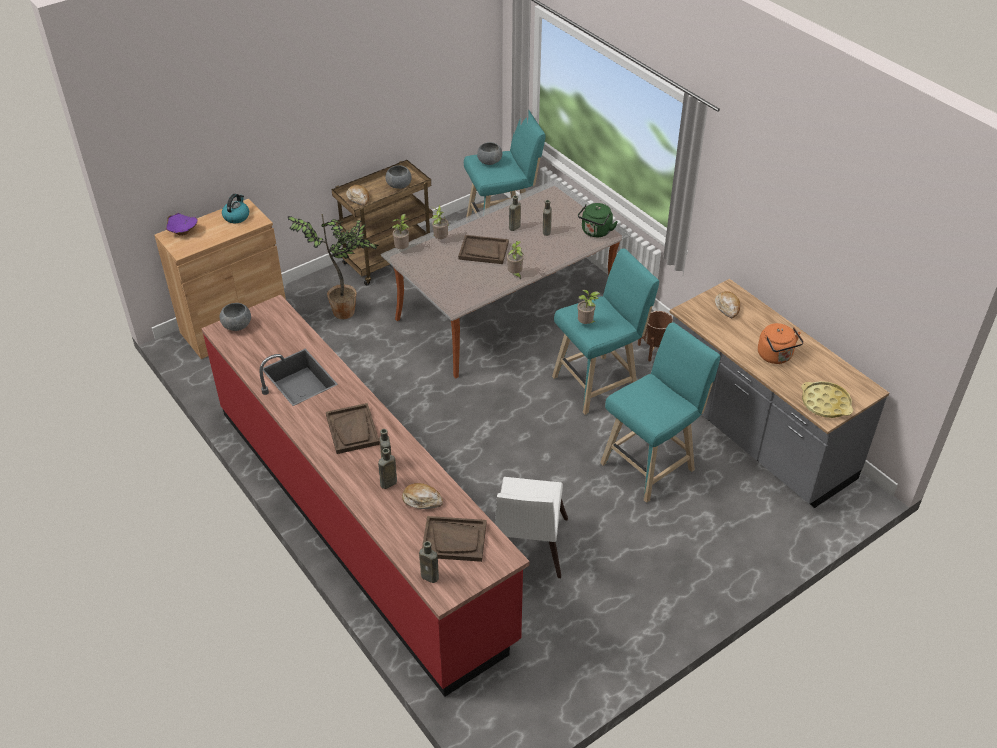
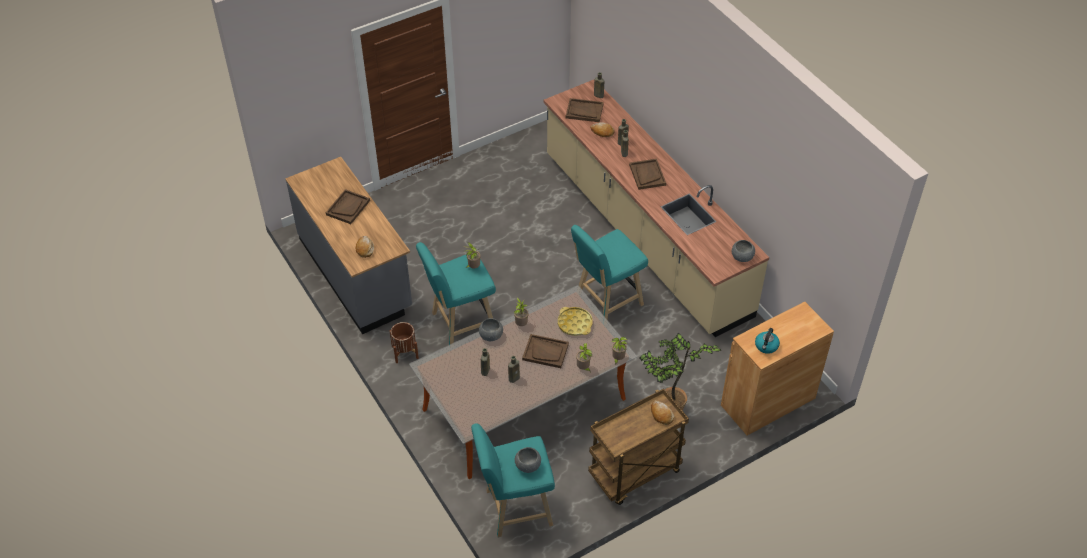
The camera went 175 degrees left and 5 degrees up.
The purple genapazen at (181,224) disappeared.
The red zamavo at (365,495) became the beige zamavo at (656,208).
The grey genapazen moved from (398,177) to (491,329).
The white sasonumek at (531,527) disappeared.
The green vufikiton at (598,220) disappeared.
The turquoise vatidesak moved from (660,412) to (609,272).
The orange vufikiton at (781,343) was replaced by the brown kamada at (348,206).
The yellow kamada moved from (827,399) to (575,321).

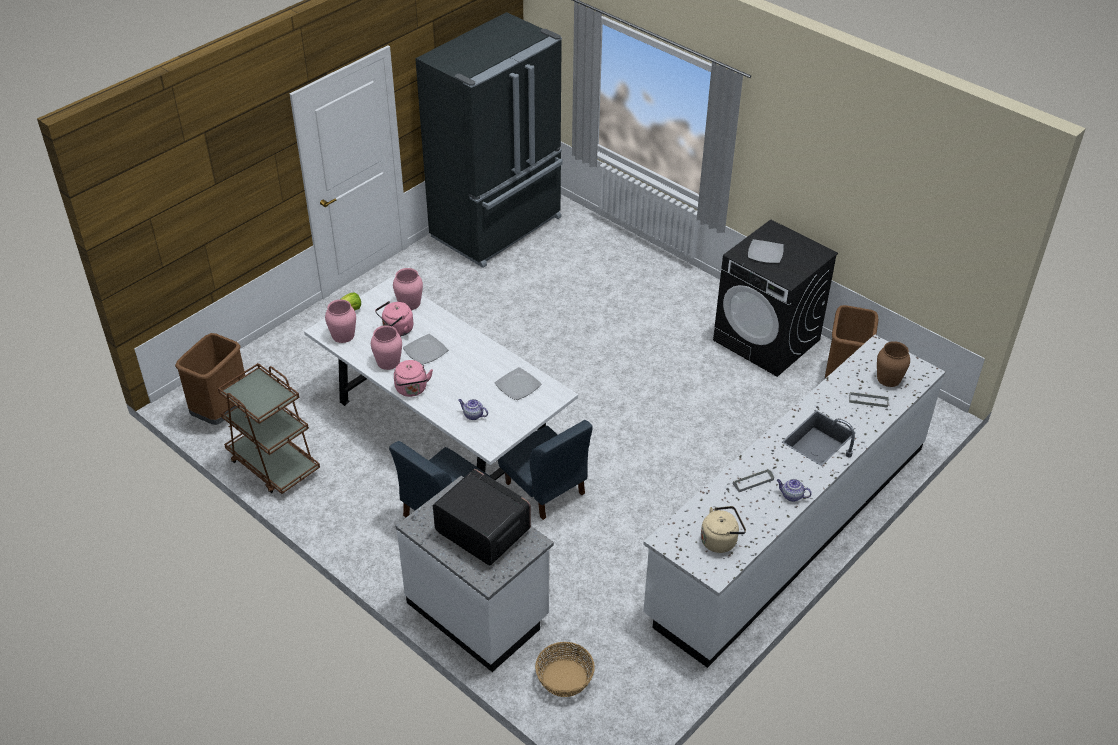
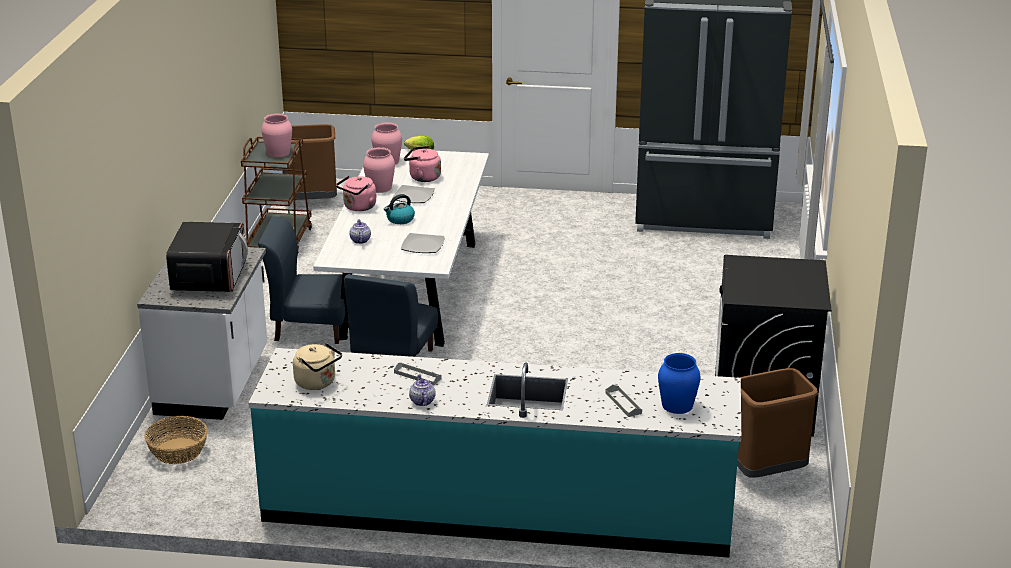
The camera went 55 degrees right and 15 degrees down.
The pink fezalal moved from (408,289) to (276,135).
The white zamavo at (794,501) became the turquoise zamavo at (494,453).
The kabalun at (766,251) disappeared.
The brown fezalal at (893,364) became the blue fezalal at (679,383).
The vufikiton at (399,209) appeared.

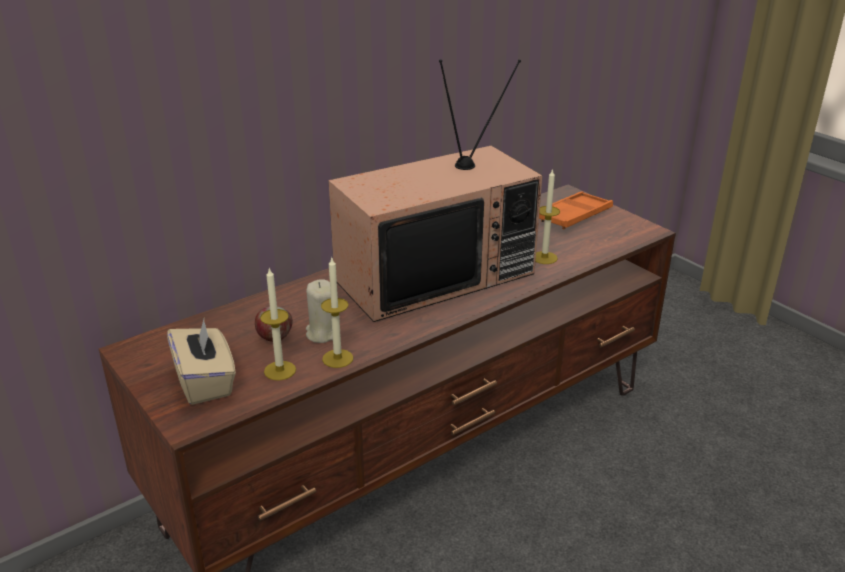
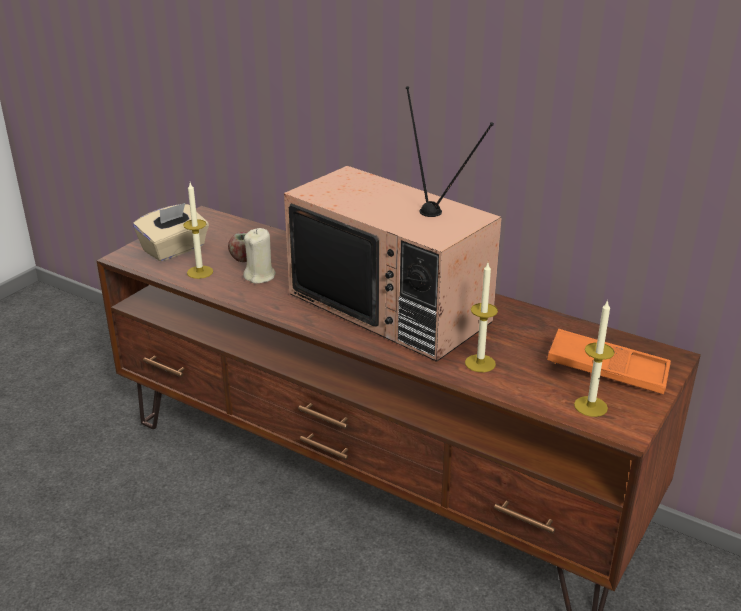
The camera went 70 degrees right and 0 degrees up.
The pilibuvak moved from (337,312) to (594,358).

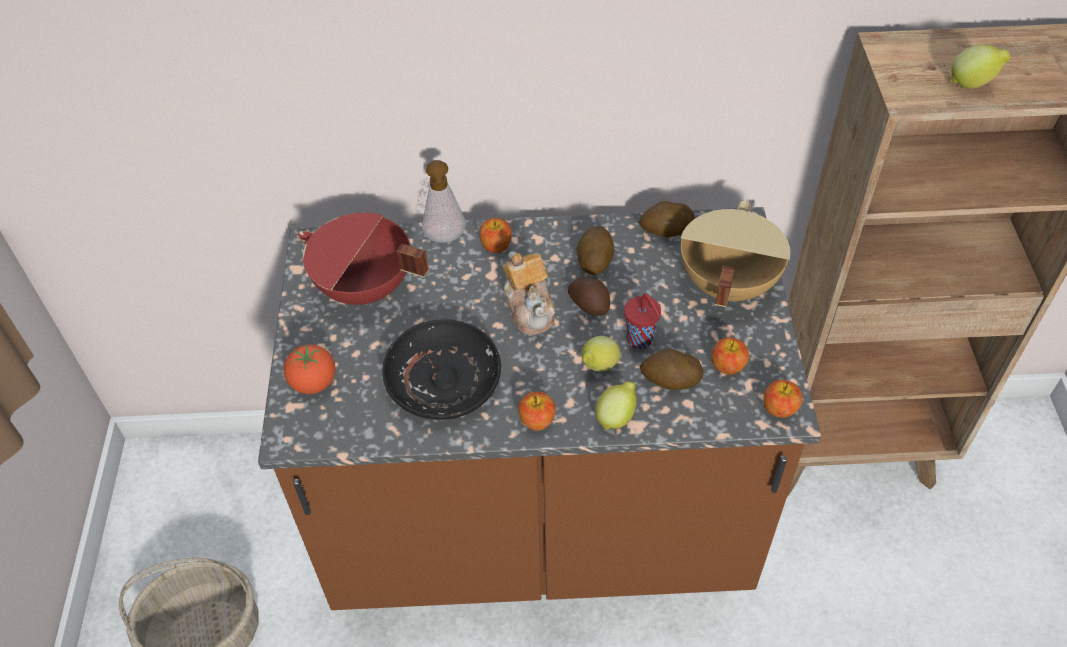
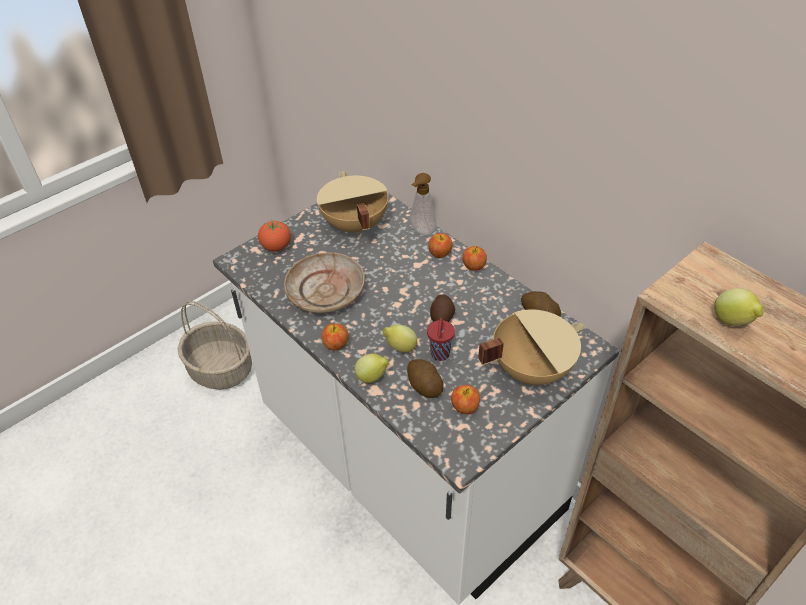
The camera went 50 degrees right and 5 degrees down.
The brown zamavo at (539,408) became the white zamavo at (416,399).
The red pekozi at (363,259) became the beige pekozi at (352,203).
The black kabalun at (441,369) became the beige kabalun at (324,282).
The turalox at (529,293) disappeared.
The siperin at (595,250) disappeared.
The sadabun moved from (783,399) to (474,258).

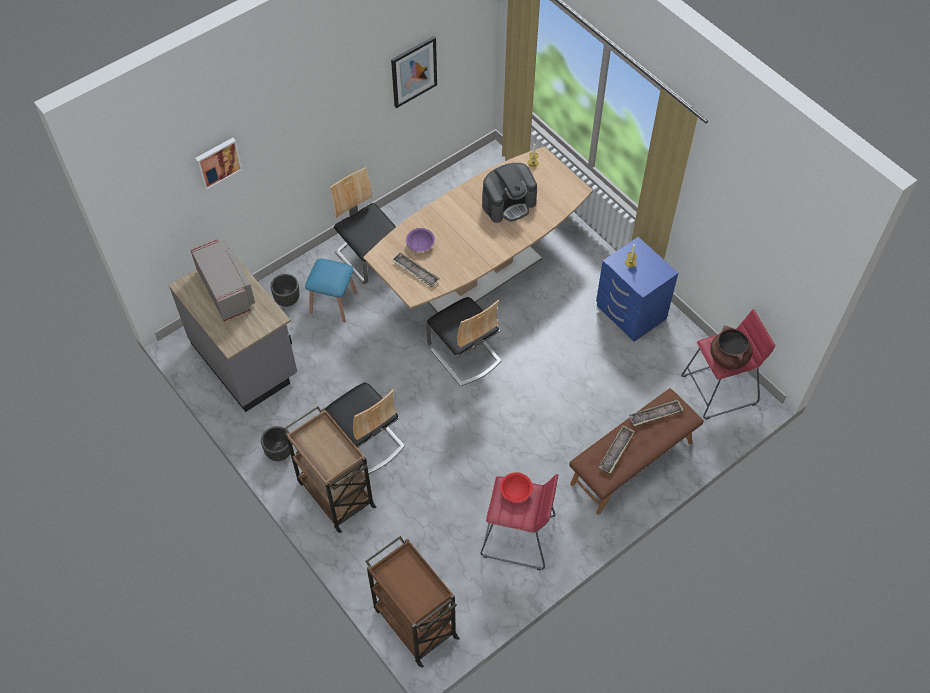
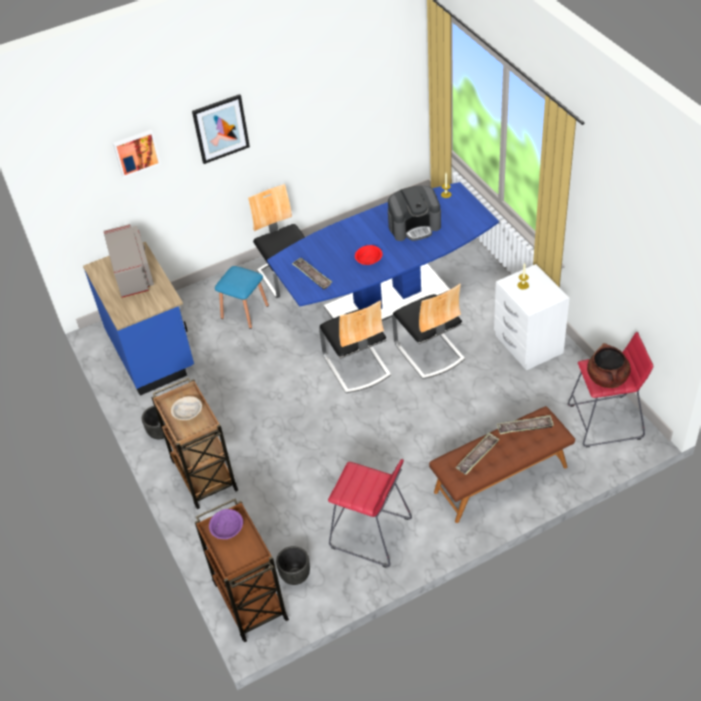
The camera went 15 degrees right and 10 degrees down.
The grey zamavo at (233,334) became the blue zamavo at (138,319).
The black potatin moved from (284,290) to (293,565).
The sasonumek moved from (365,428) to (428,331).
The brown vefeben at (478,230) became the blue vefeben at (383,251).
The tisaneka moved from (414,72) to (221,129).
The purple genapazen moved from (420,240) to (226,524).
The red genapazen moved from (516,487) to (369,255).
The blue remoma at (637,289) became the white remoma at (532,317).
The beige genapazen at (186,408) appeared.

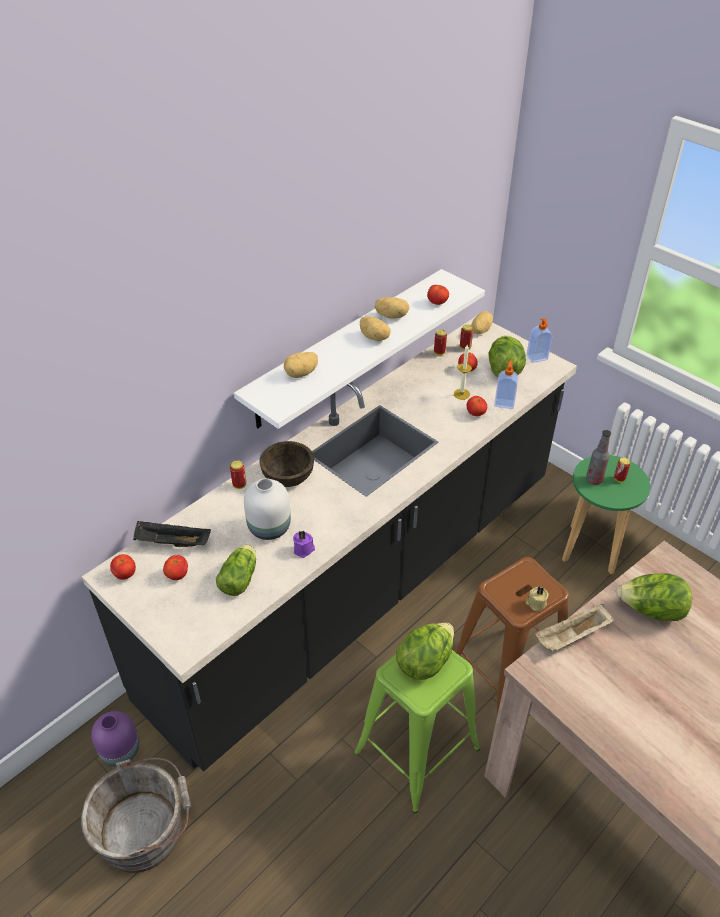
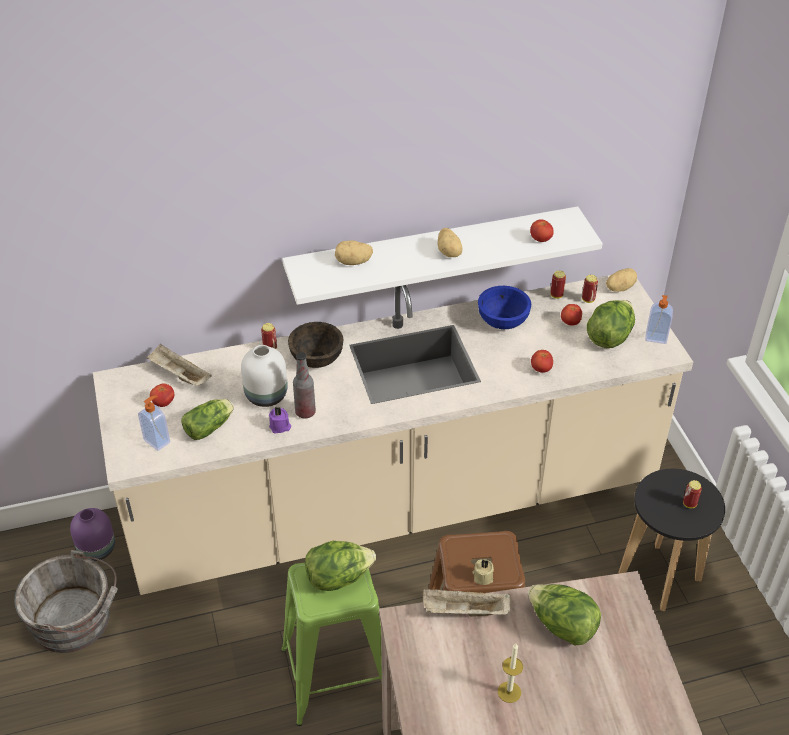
The camera went 30 degrees right and 0 degrees up.
The black zamavo at (329,544) became the beige zamavo at (393,435).
The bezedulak at (123,567) disappeared.
The black kamada at (172,534) became the beige kamada at (179,365).
The siperin at (392,308) disappeared.
The pilibuvak moved from (463,372) to (510,673).
The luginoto moved from (506,385) to (154,423).
The green vatidesak at (606,514) became the black vatidesak at (672,540).
The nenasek moved from (598,457) to (304,385).
The blue genapazen at (504,307) appeared.

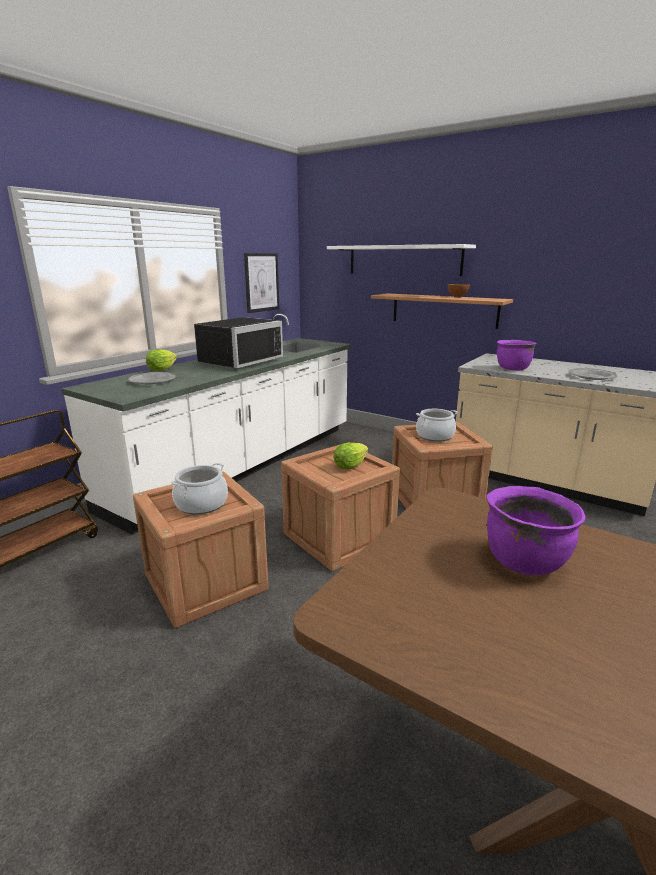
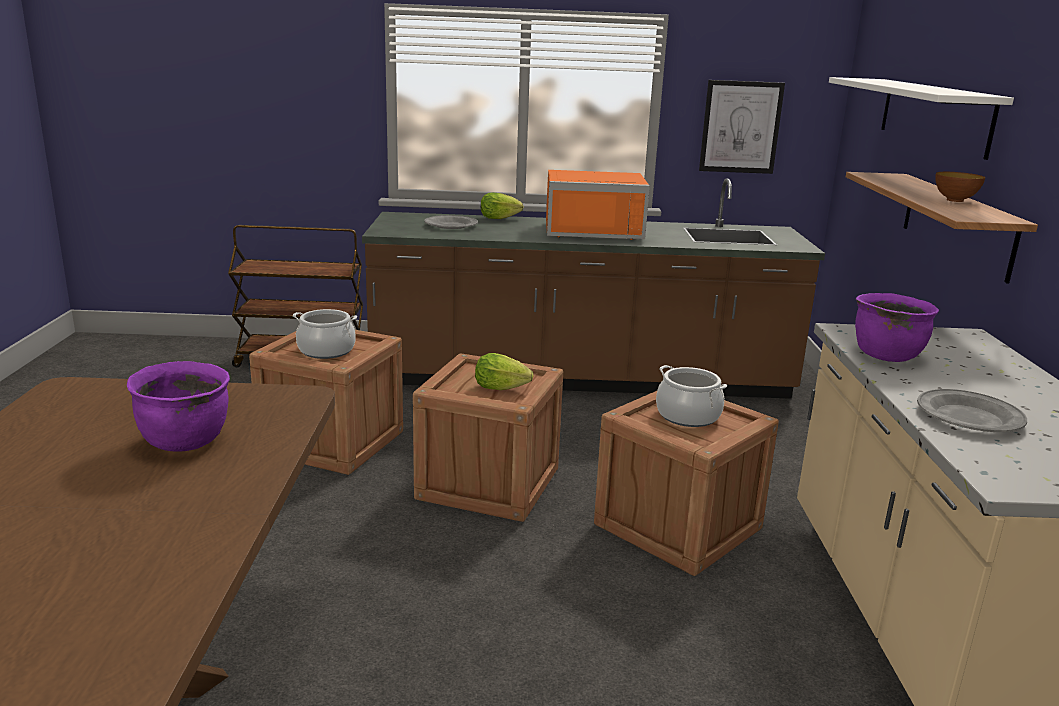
The camera went 55 degrees right and 0 degrees up.
The white zamavo at (206,424) became the brown zamavo at (593,288).
The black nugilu at (238,343) became the orange nugilu at (598,205).

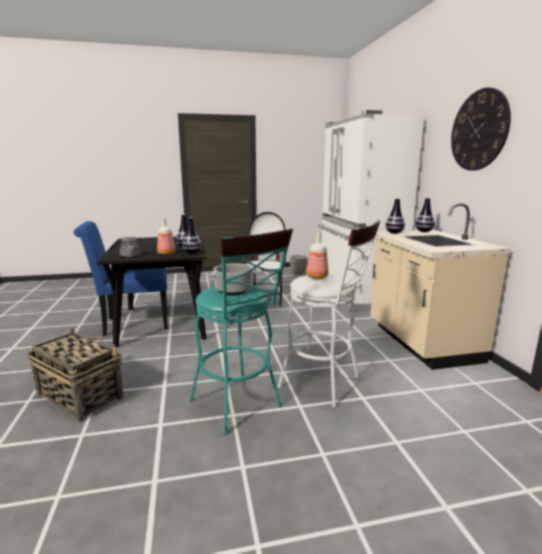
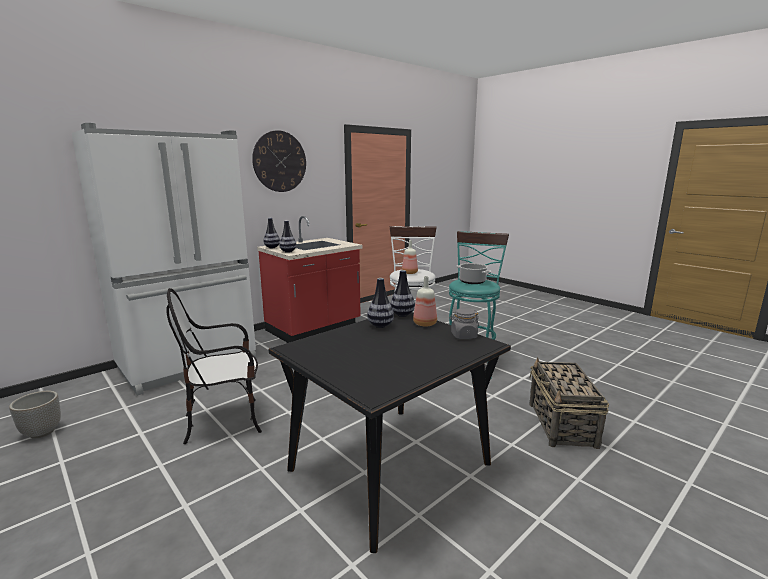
The camera went 120 degrees left and 0 degrees up.
The blue sasonumek at (121,278) disappeared.
The beige zamavo at (440,286) became the red zamavo at (309,279).

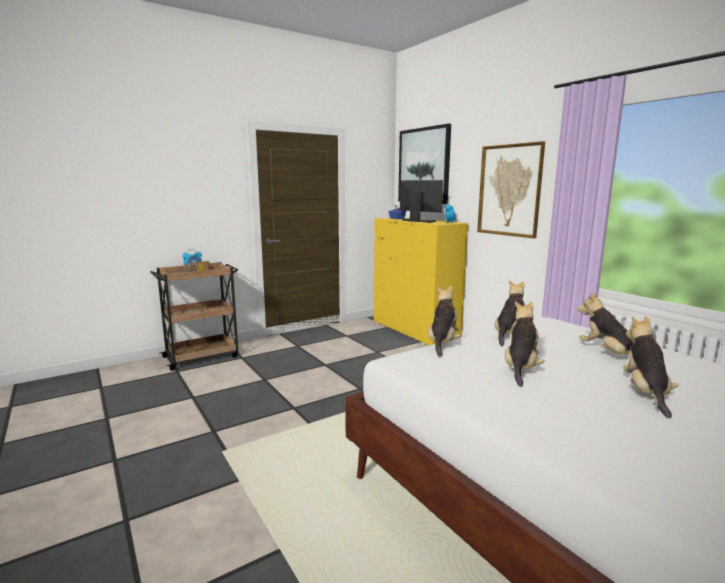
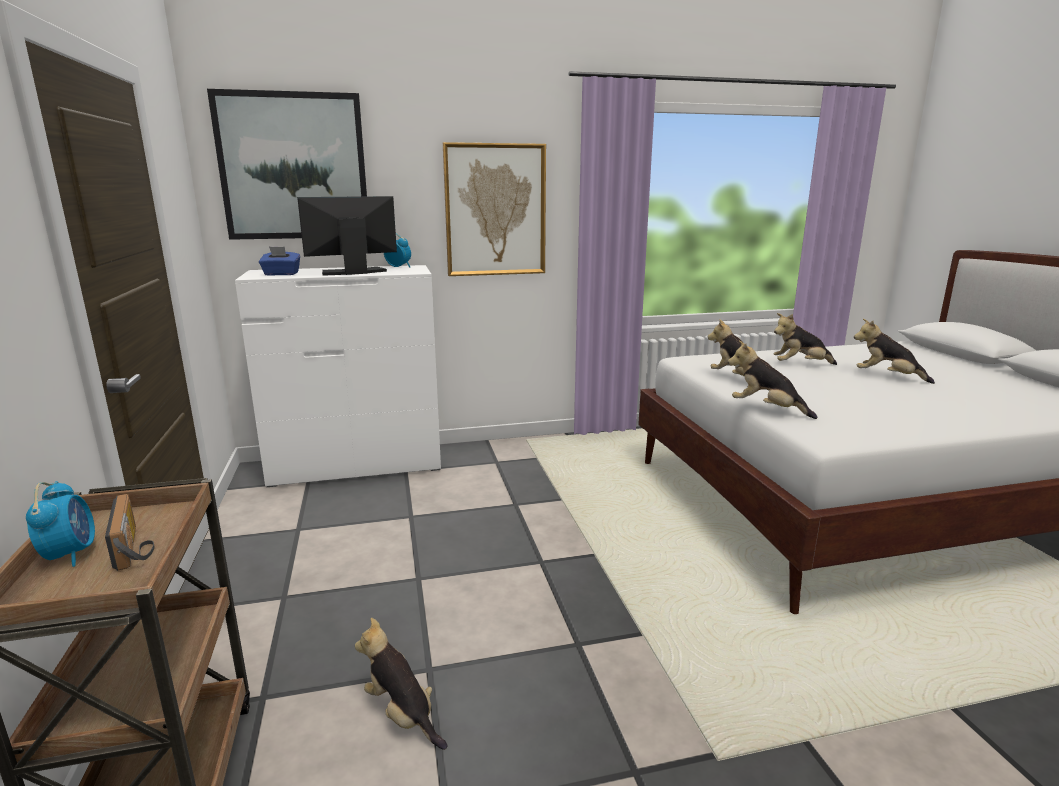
The camera went 70 degrees left and 5 degrees up.
The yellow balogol at (421,281) became the white balogol at (338,376).
The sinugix moved from (524,344) to (401,684).

